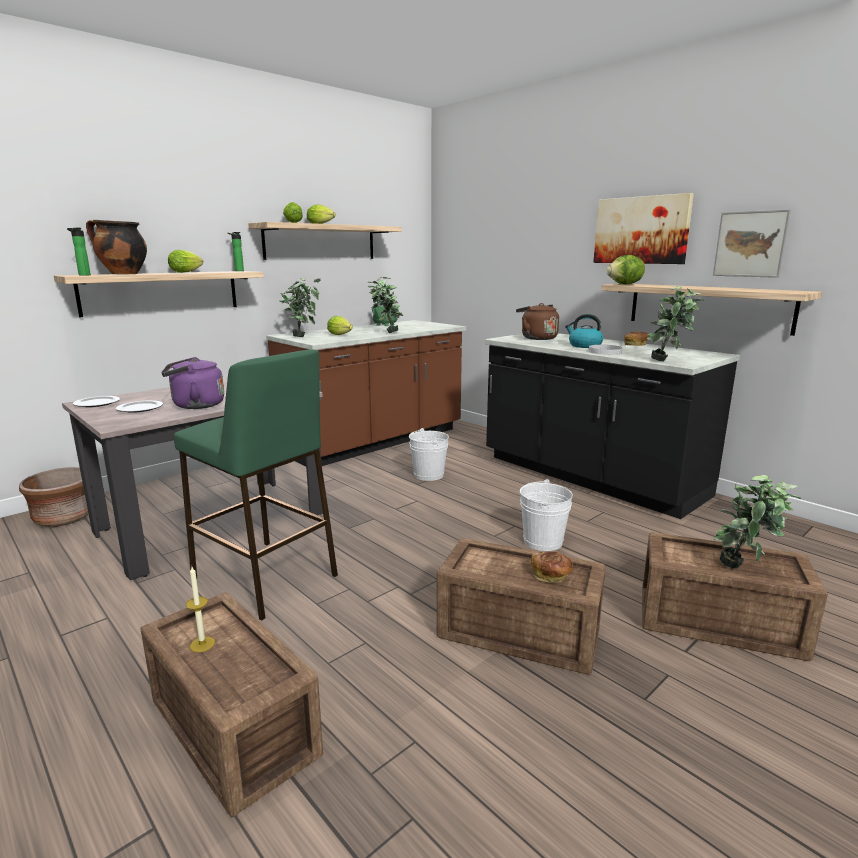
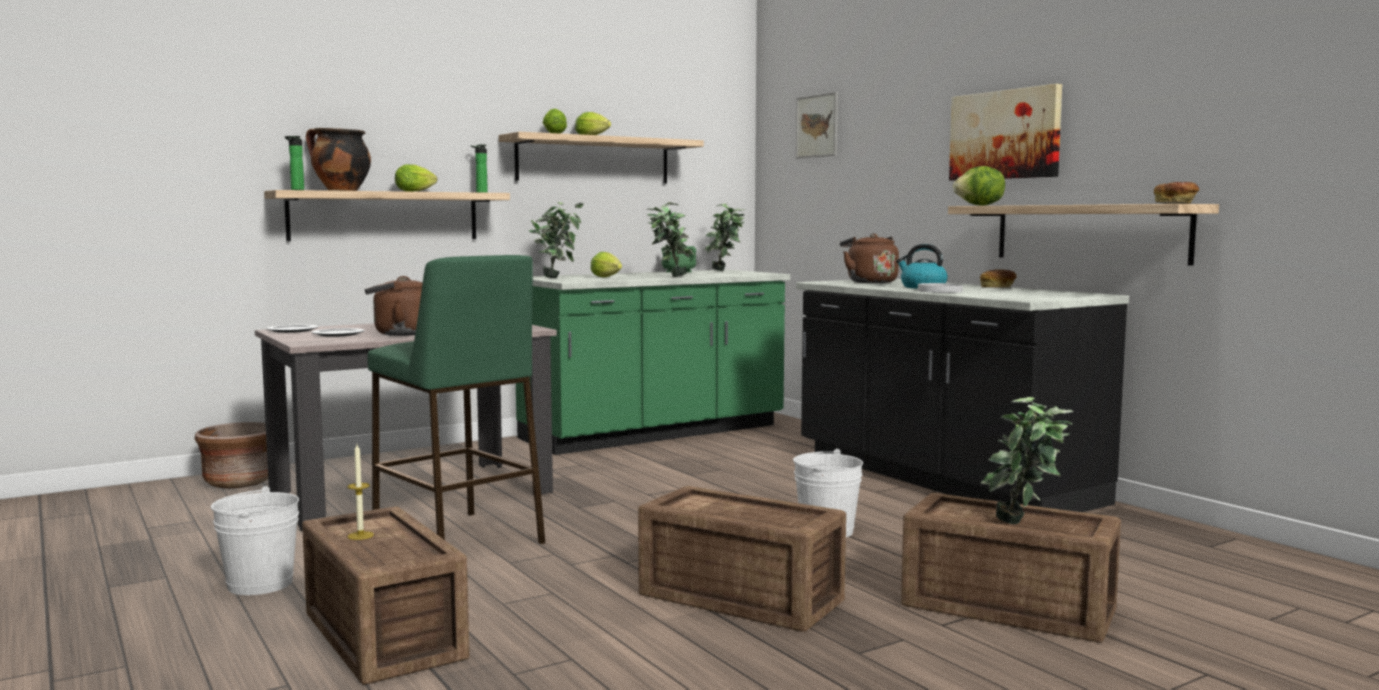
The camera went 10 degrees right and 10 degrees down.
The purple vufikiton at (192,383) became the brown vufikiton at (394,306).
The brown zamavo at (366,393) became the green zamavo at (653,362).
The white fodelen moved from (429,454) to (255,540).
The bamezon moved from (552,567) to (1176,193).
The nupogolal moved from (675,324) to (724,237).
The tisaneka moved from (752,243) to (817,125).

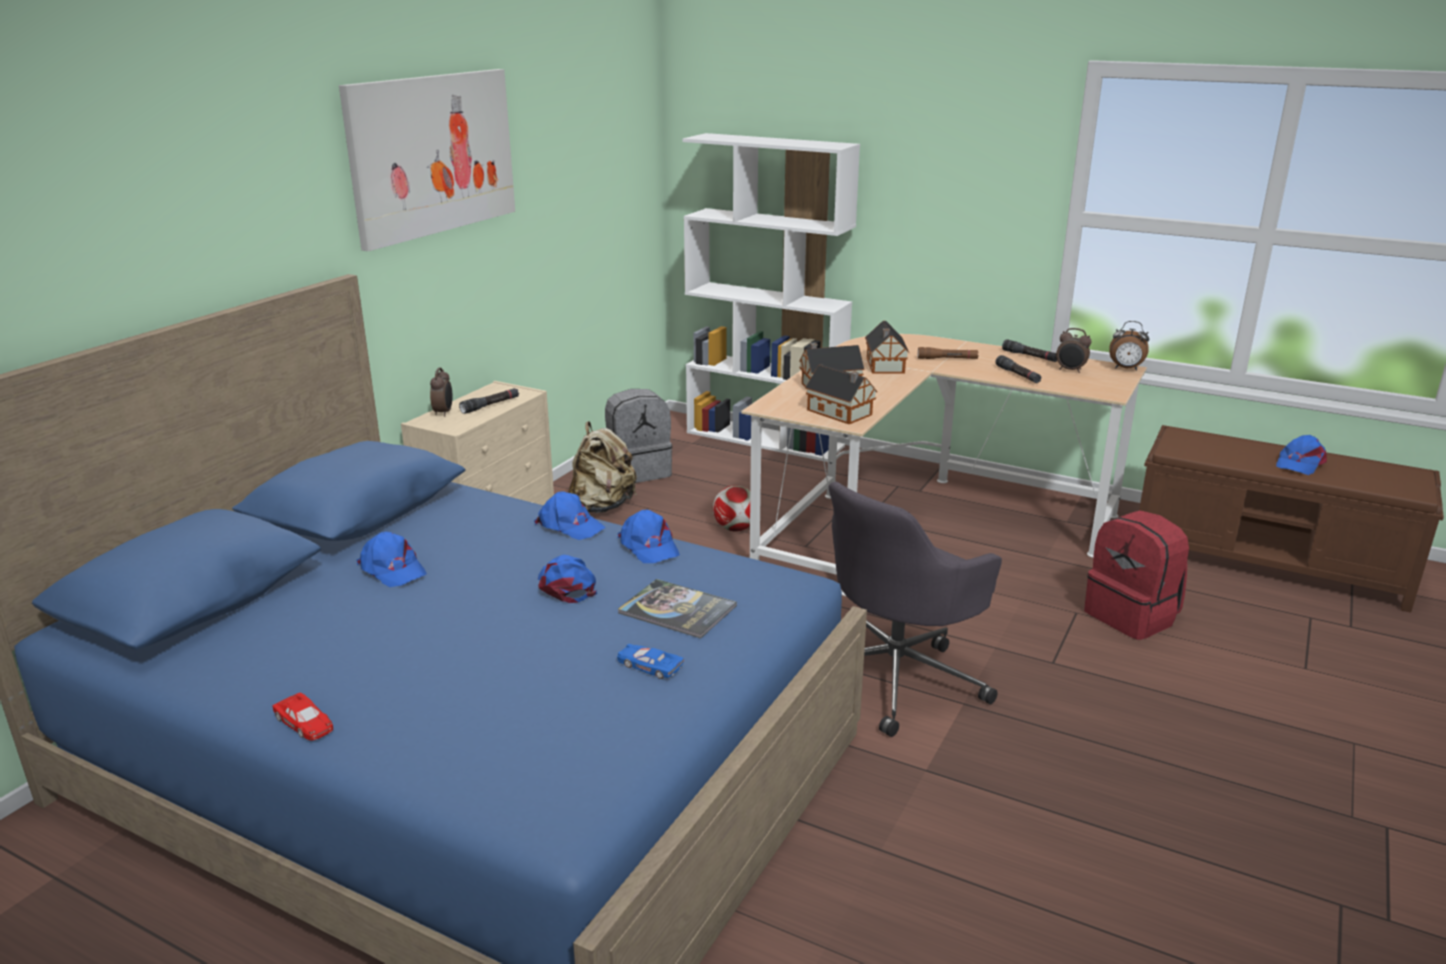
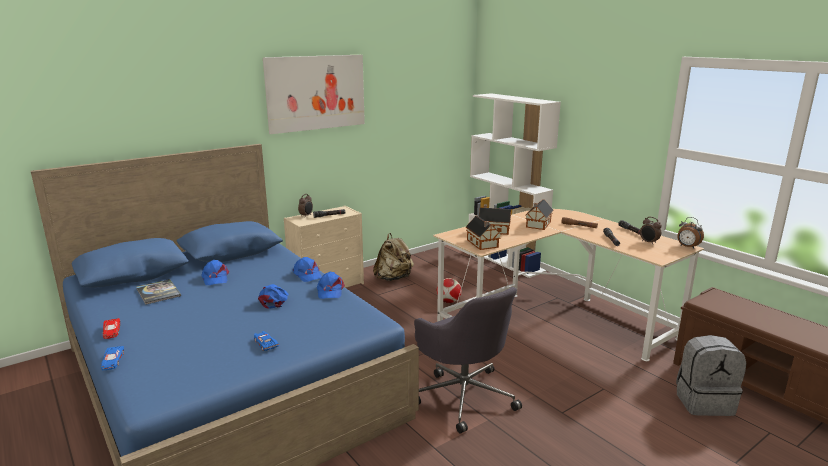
The camera went 25 degrees right and 5 degrees down.
The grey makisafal moved from (639,436) to (711,375).
The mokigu moved from (677,609) to (159,292).
The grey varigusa at (915,609) turned 105 degrees counterclockwise.
The red makisafal at (1136,575) disappeared.
The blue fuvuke at (1301,455) disappeared.
The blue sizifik at (112,358) appeared.

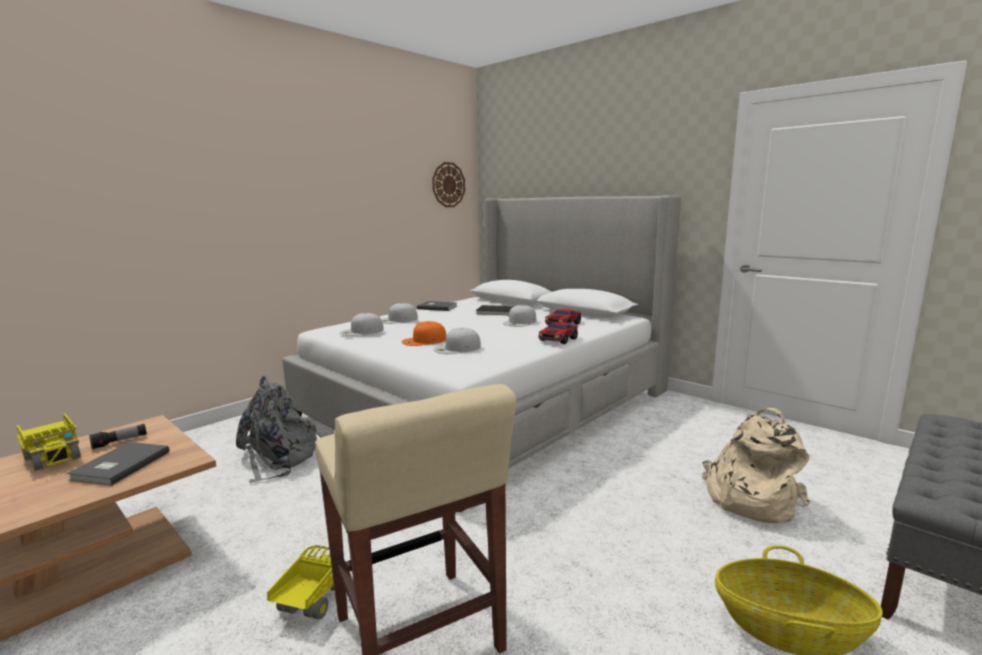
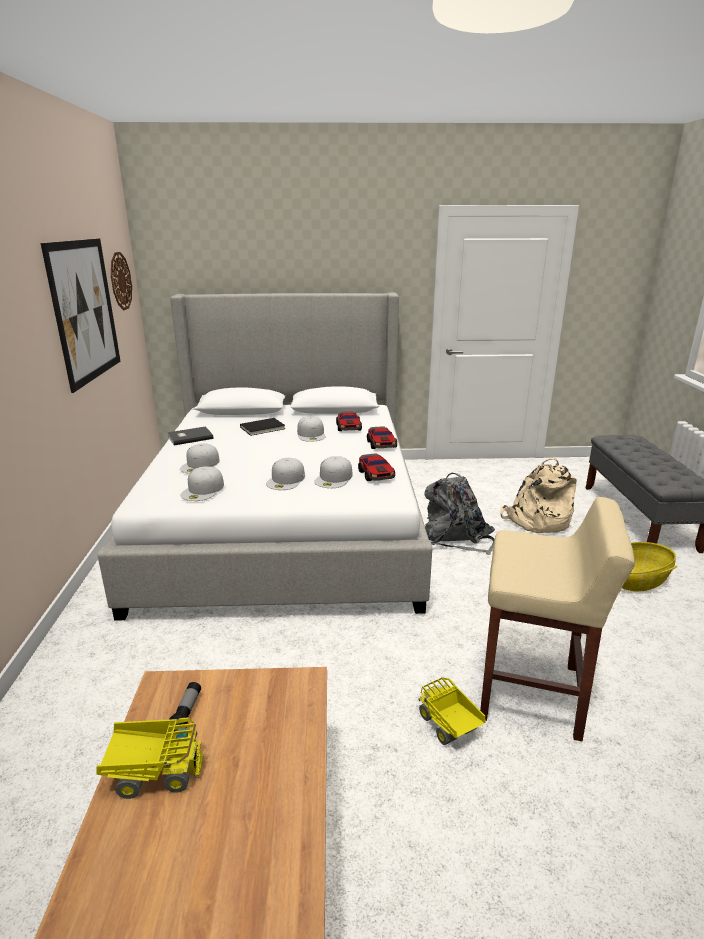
The camera went 45 degrees left and 10 degrees up.
The grey mokigu at (118,464) disappeared.
The grey makisafal moved from (279,429) to (459,514).
The orange fuvuke at (424,333) became the white fuvuke at (285,474).
The tisaneka at (80,316) appeared.
The sizifik at (376,467) appeared.

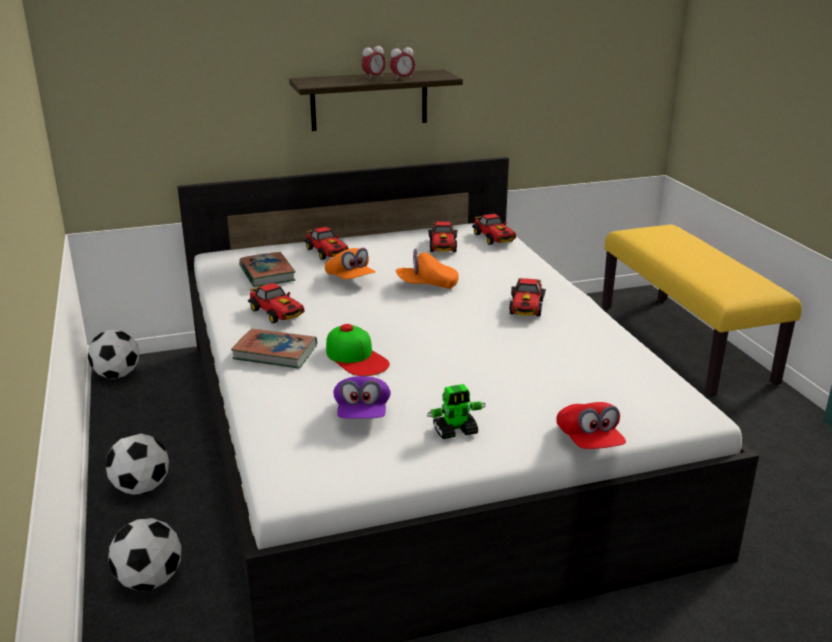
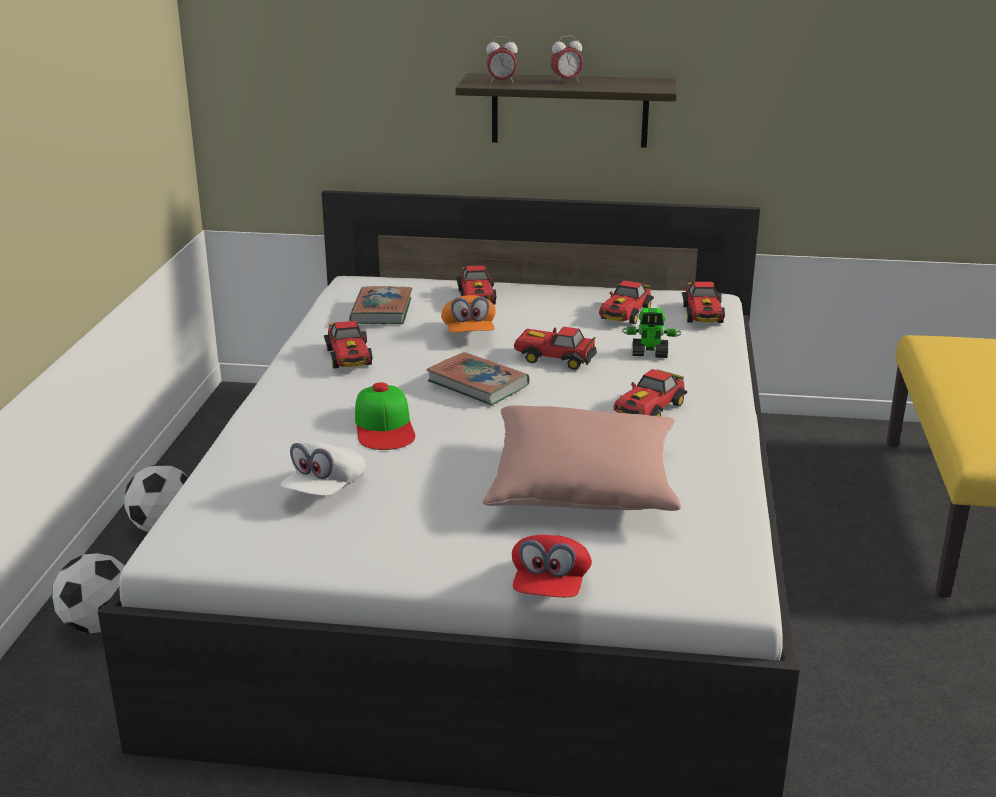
The camera went 25 degrees right and 0 degrees up.
The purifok at (113,354) disappeared.
The mokigu moved from (274,349) to (478,378).
The purple fuvuke at (362,397) became the white fuvuke at (323,468).
The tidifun moved from (402,61) to (502,60).
The orange fuvuke at (427,269) was replaced by the sizifik at (555,348).
The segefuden moved from (456,411) to (652,333).
The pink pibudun at (581,458) appeared.

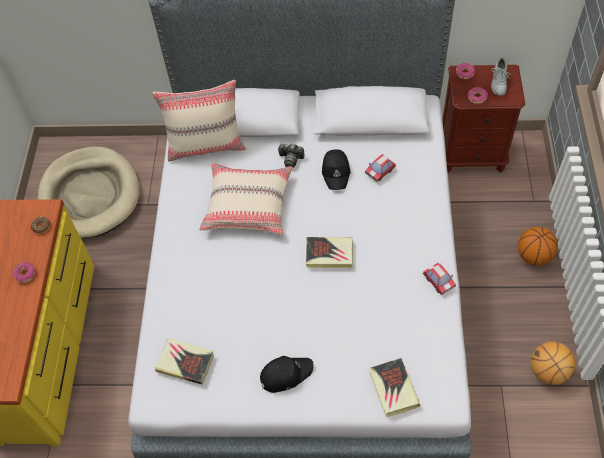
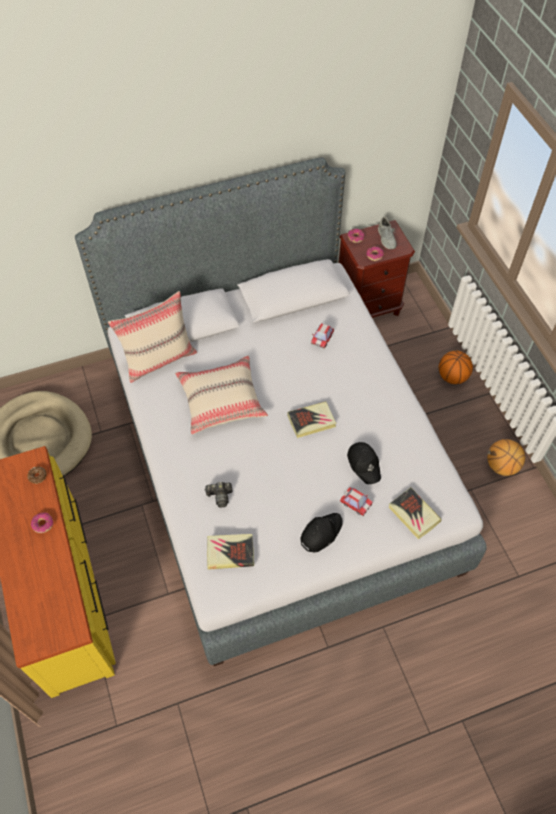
The camera went 25 degrees left and 0 degrees up.
The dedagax moved from (291,155) to (219,494).
The black fuvuke moved from (336,169) to (364,463).
The sizifik moved from (439,279) to (356,501).

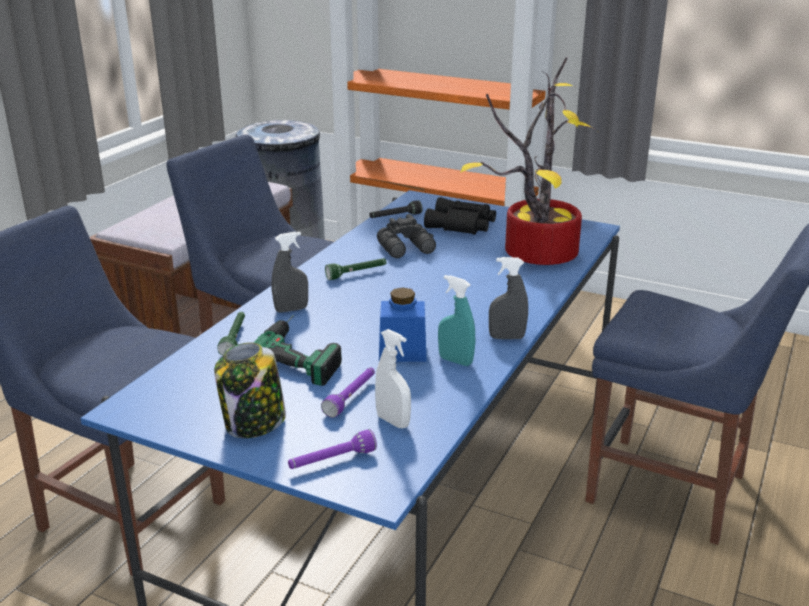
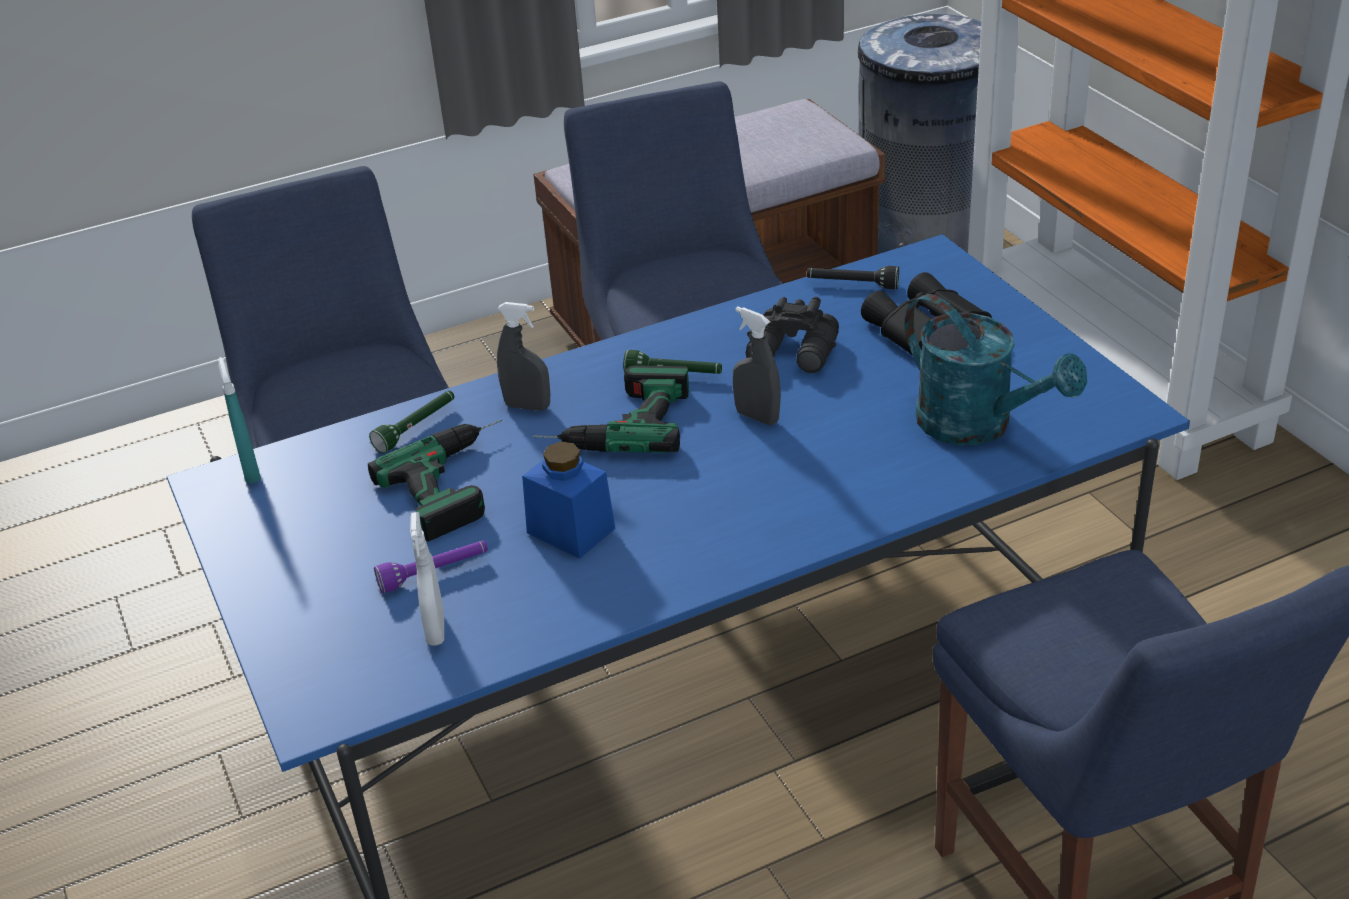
The camera went 40 degrees right and 10 degrees up.
The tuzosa at (250,390) disappeared.
The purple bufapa at (332,449) disappeared.
The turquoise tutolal moved from (456,320) to (239,420).
The nupogolal at (528,161) was replaced by the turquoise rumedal at (996,369).
The grey tutolal moved from (508,298) to (757,365).
The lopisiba at (611,409) appeared.

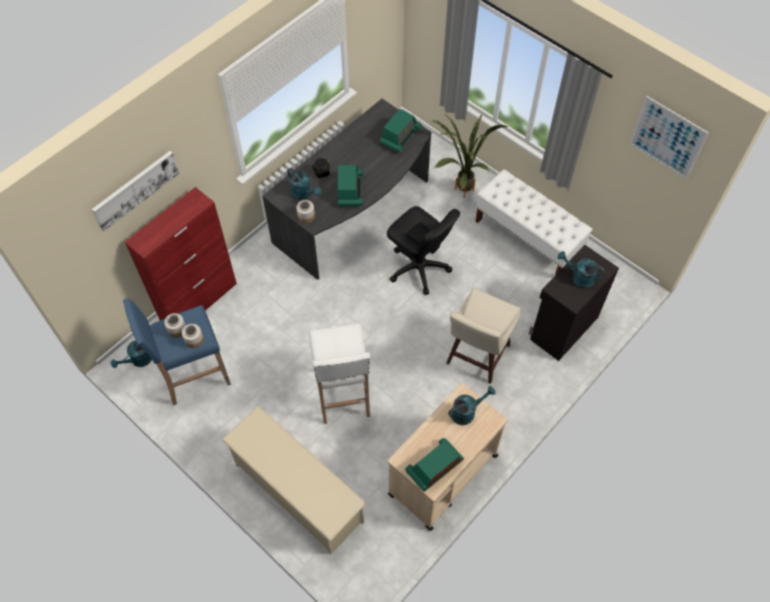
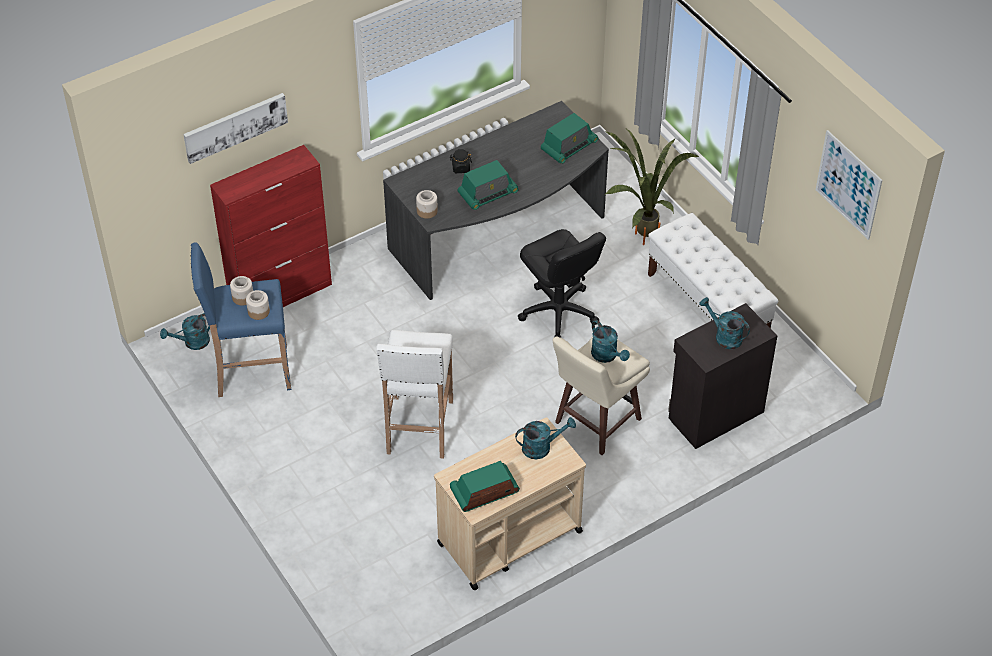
The camera went 15 degrees right and 10 degrees down.
The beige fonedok at (294,480) disappeared.
The turquoise rumedal moved from (304,183) to (610,341).
The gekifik at (350,185) turned 45 degrees clockwise.

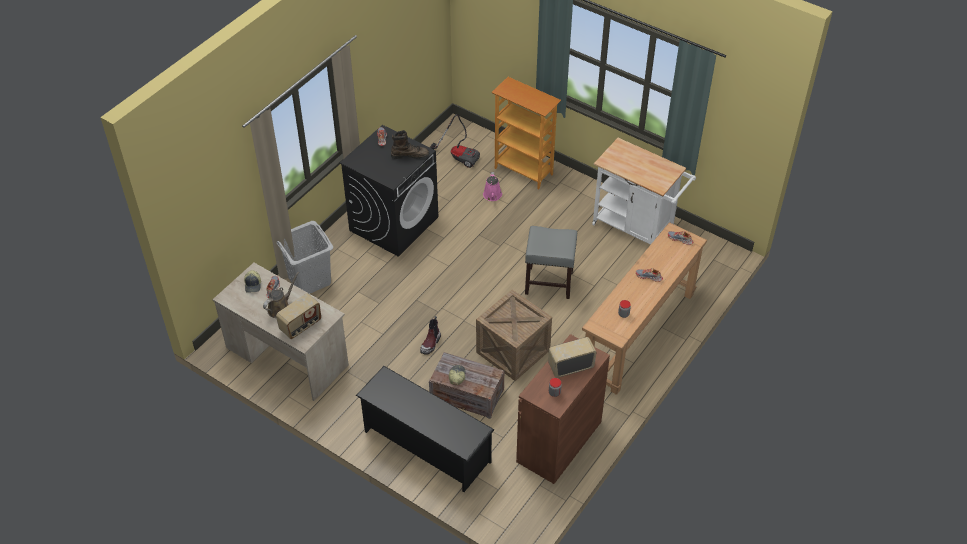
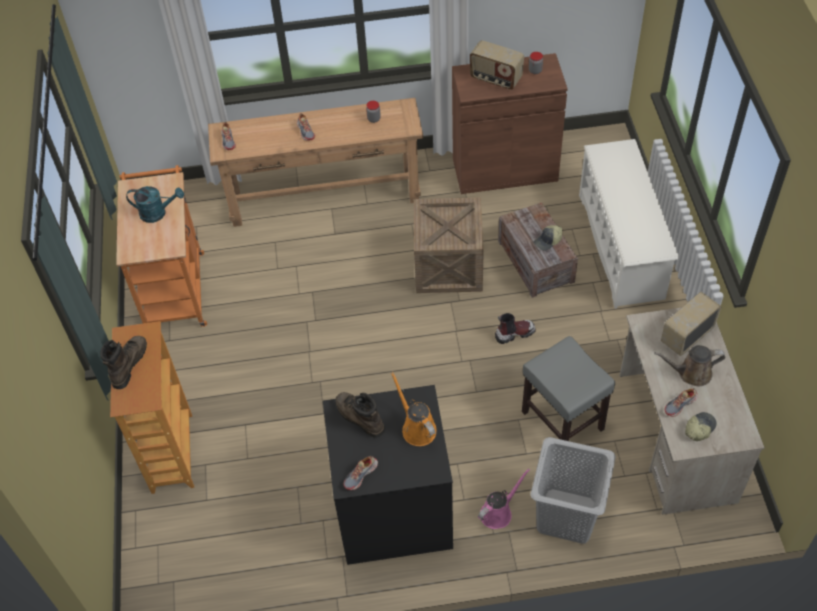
The camera went 130 degrees left and 5 degrees up.
The gekifik at (298,316) turned 45 degrees counterclockwise.
The black fonedok at (425,429) became the white fonedok at (629,224).
The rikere at (455,141) disappeared.
The pink rumedal moved from (492,186) to (504,498).
The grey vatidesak moved from (551,262) to (568,388).
The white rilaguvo at (644,191) became the orange rilaguvo at (161,246).
The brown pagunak at (123,362) appeared.
The turquoise rumedal at (155,204) appeared.
The orange rumedal at (413,409) appeared.

